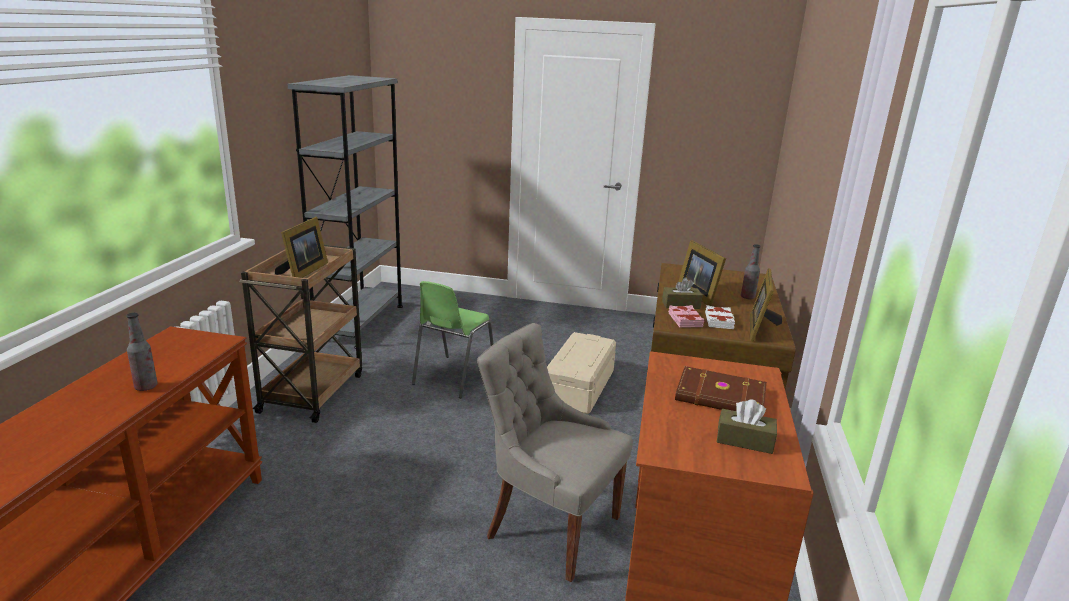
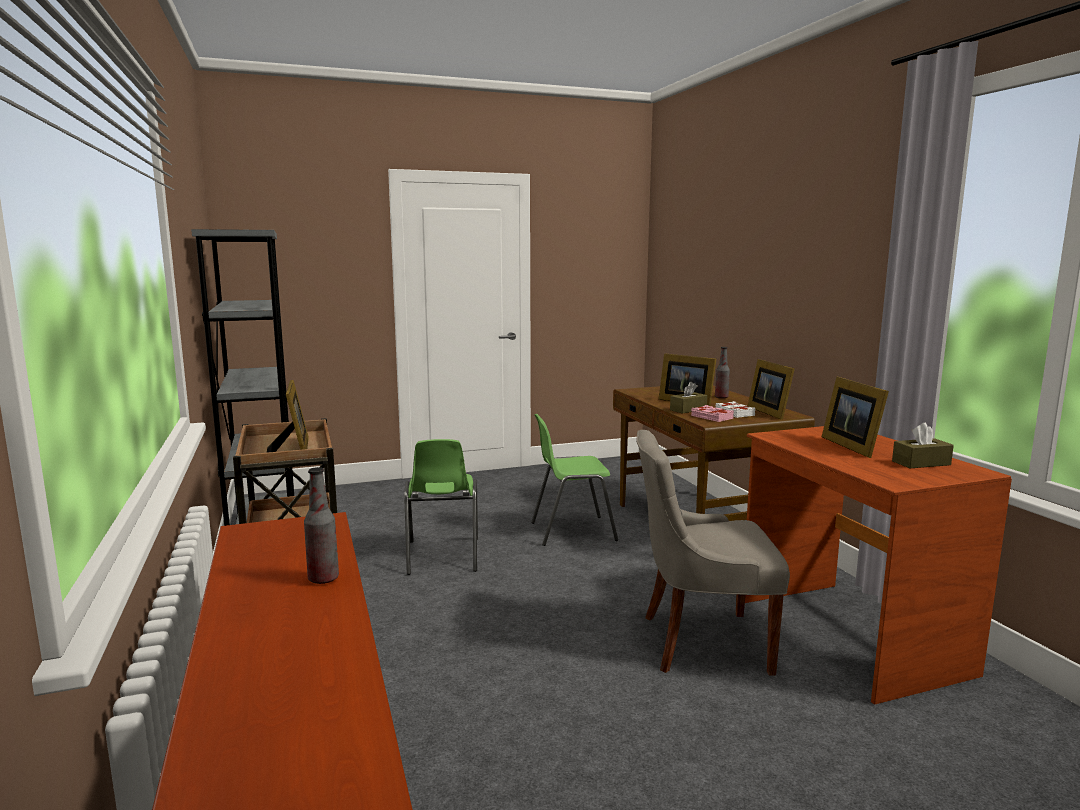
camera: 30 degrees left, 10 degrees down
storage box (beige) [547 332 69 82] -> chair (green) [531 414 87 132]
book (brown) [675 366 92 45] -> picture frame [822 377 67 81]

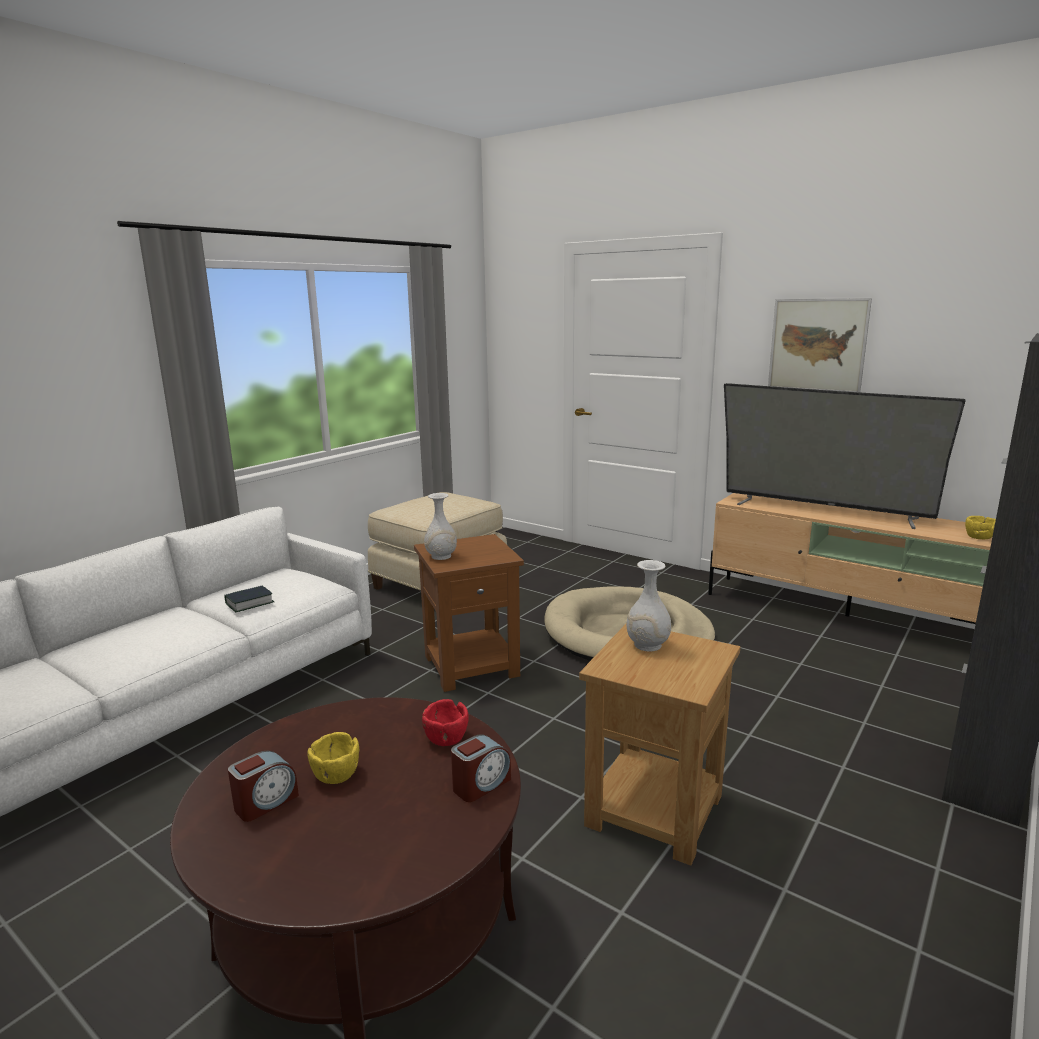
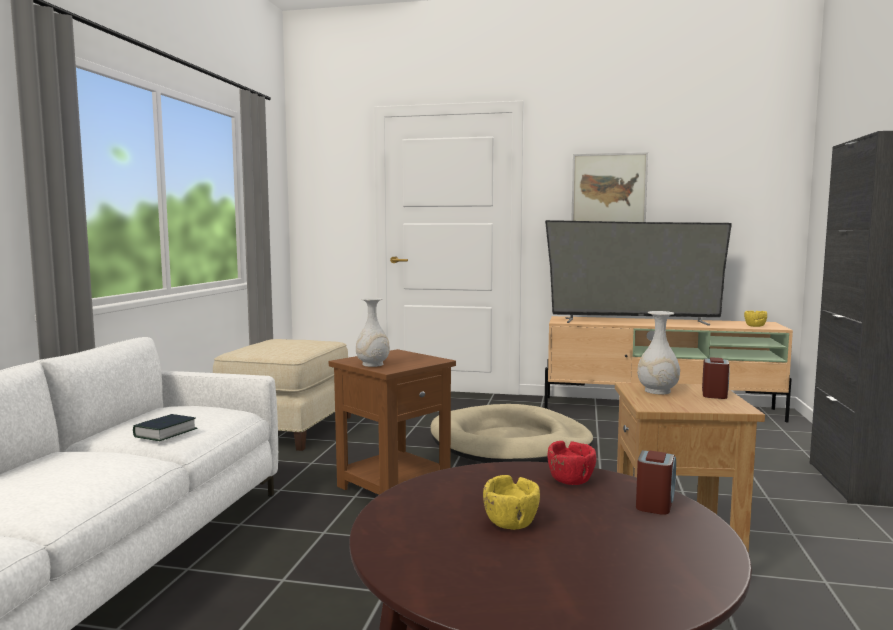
camera: 25 degrees left, 10 degrees down
alarm clock [228 751 71 71] -> alarm clock [702 357 27 42], move

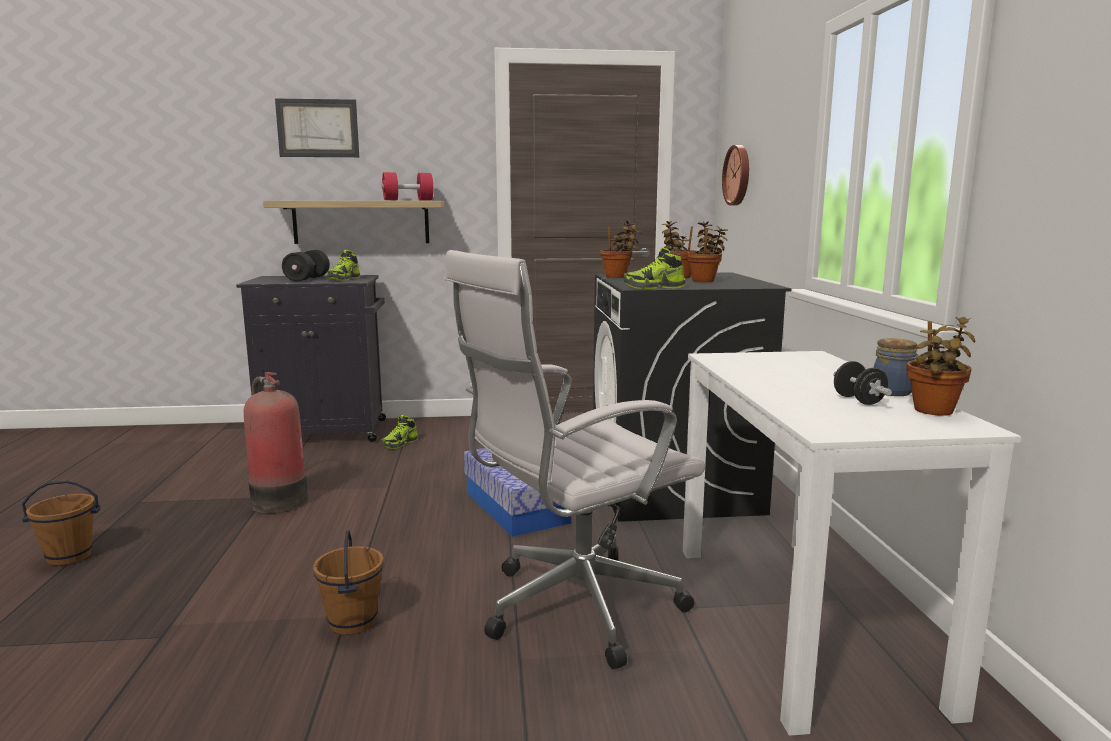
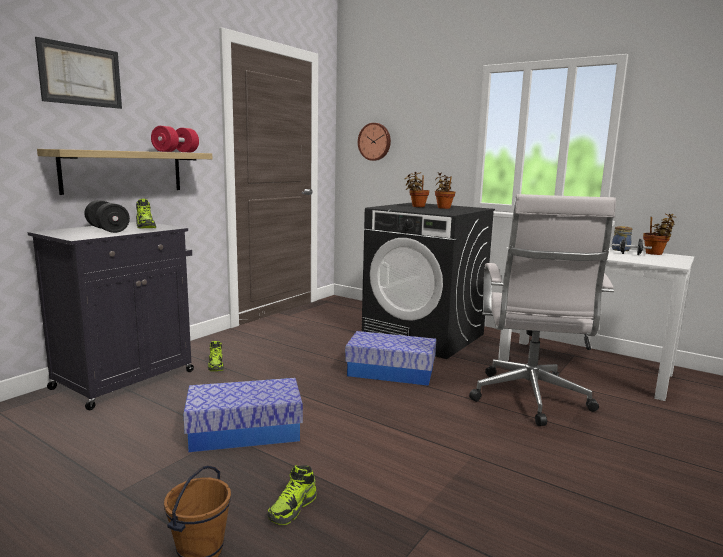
camera: 50 degrees left, 0 degrees up
fire extinguisher [244 372 64 142] -> storage box [183 378 120 74]
bucket (brown) [313 530 71 105] -> none
potted plant [600 221 42 57] -> none
shoe [623 247 63 42] -> shoe [268 465 49 60], move

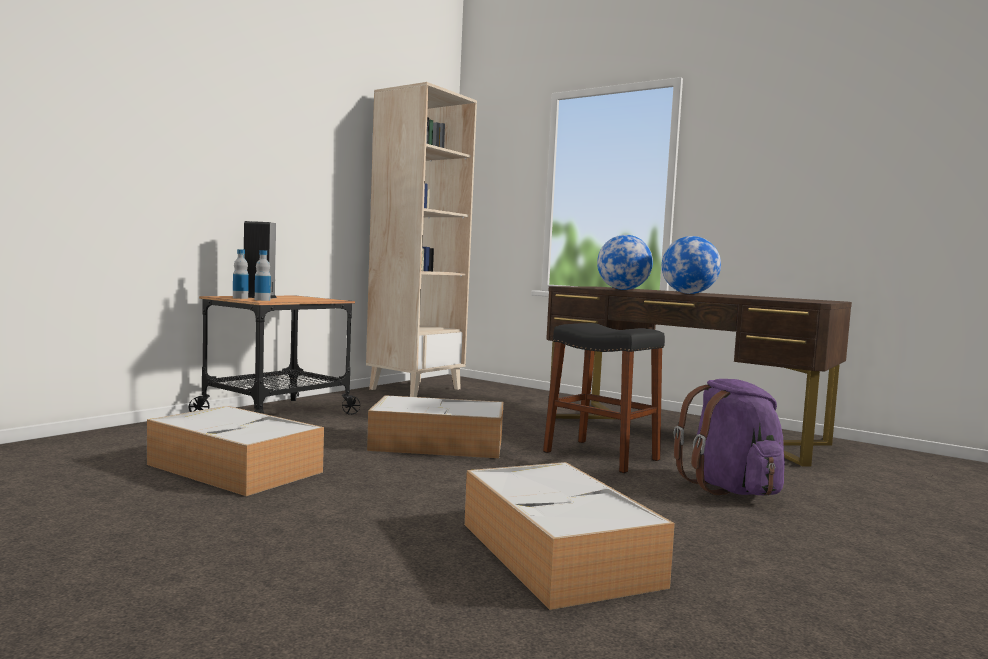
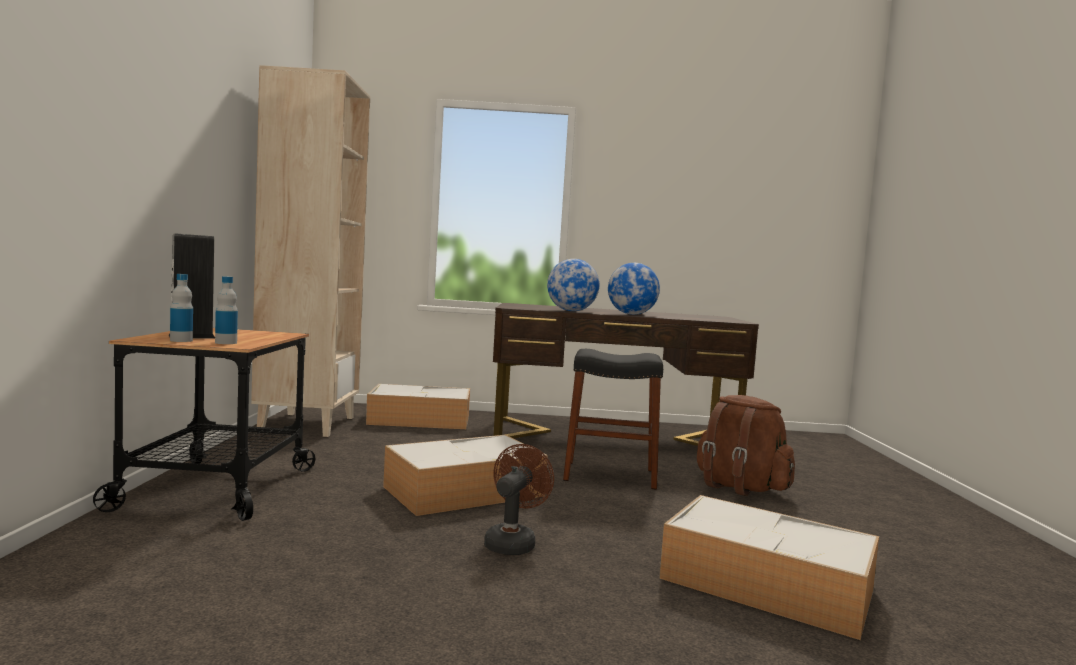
camera: 35 degrees left, 0 degrees up
storage box [147 406 177 90] -> storage box [366 384 104 45], move
backpack (purple) [674 379 111 117] -> backpack (brown) [697 395 98 101]
none -> fan (brown) [484 444 70 111]

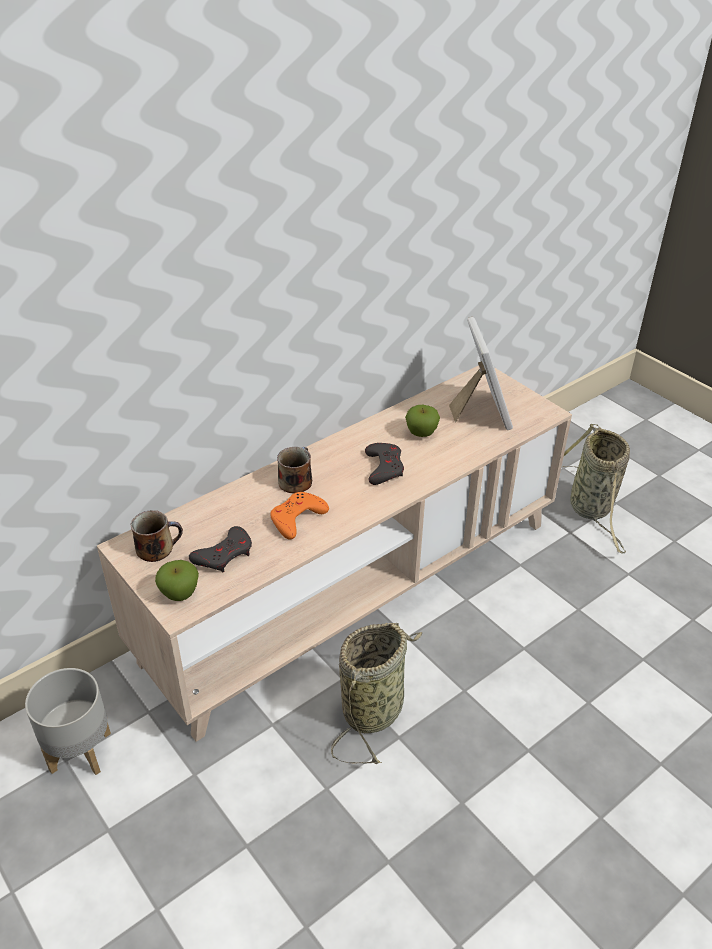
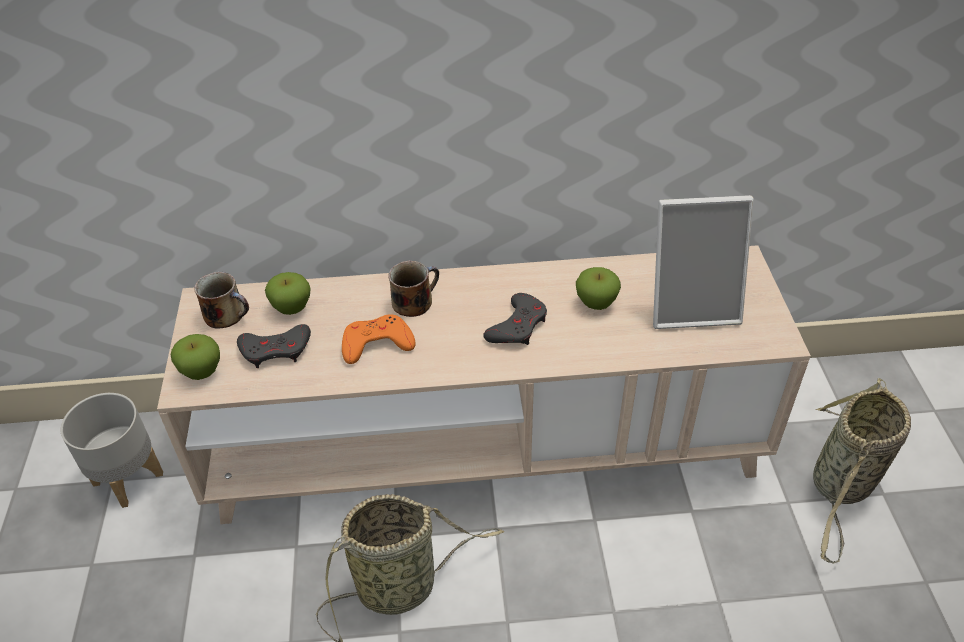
camera: 35 degrees right, 5 degrees up
picture frame [449 317 64 113] -> picture frame [653 195 101 134], 60 degrees clockwise
none -> apple [265 272 46 43]

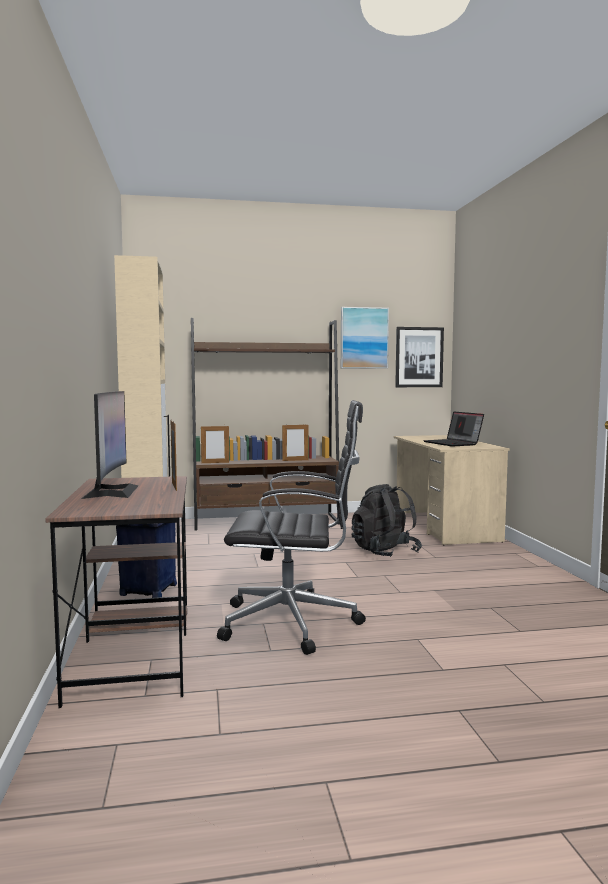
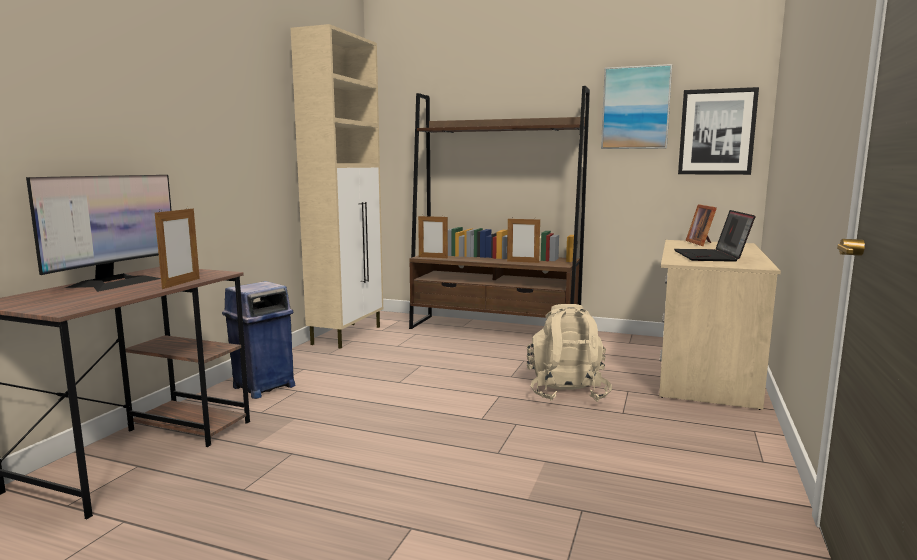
camera: 30 degrees right, 5 degrees up
office chair (black) [217 400 149 255] -> none
backpack (black) [352 484 70 73] -> backpack (beige) [526 304 86 98]
none -> picture frame [686 204 31 42]

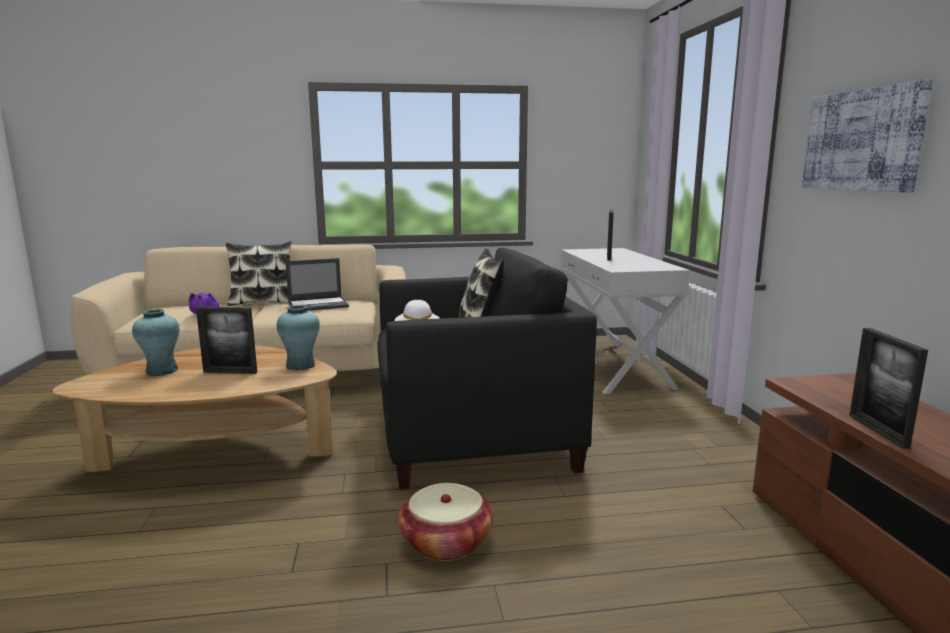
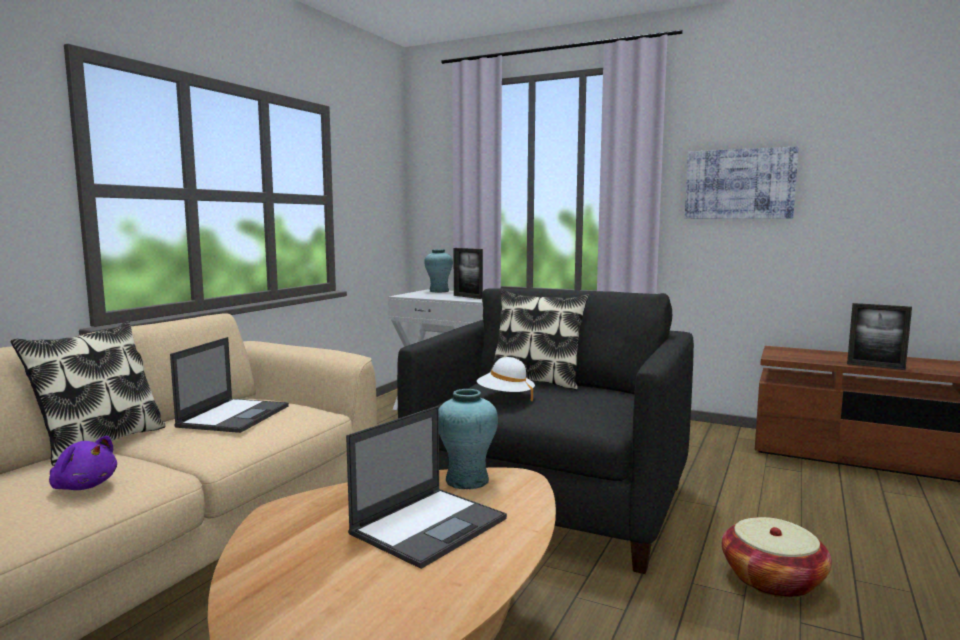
camera: 55 degrees left, 5 degrees down
vase (turquoise) [132 309 48 67] -> vase (turquoise) [424 249 29 43], move
picture frame [196 306 61 68] -> laptop [346 406 161 163]

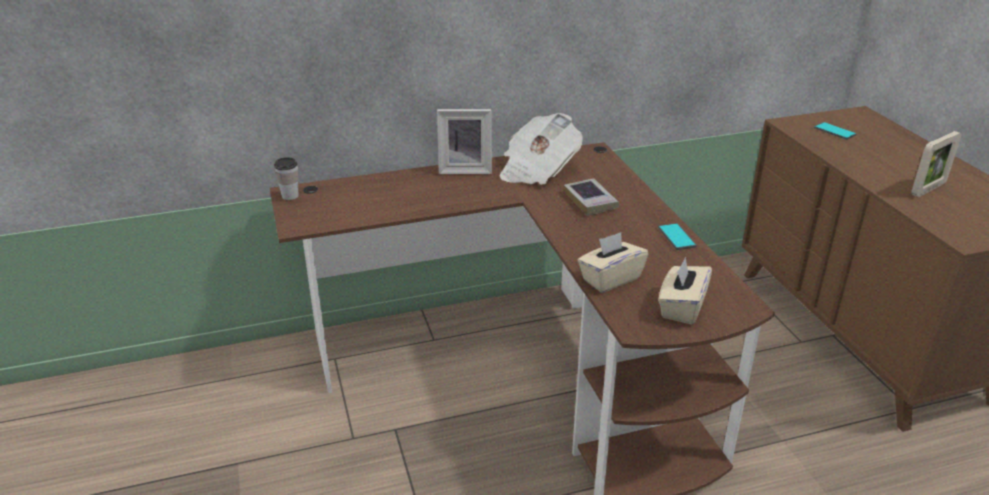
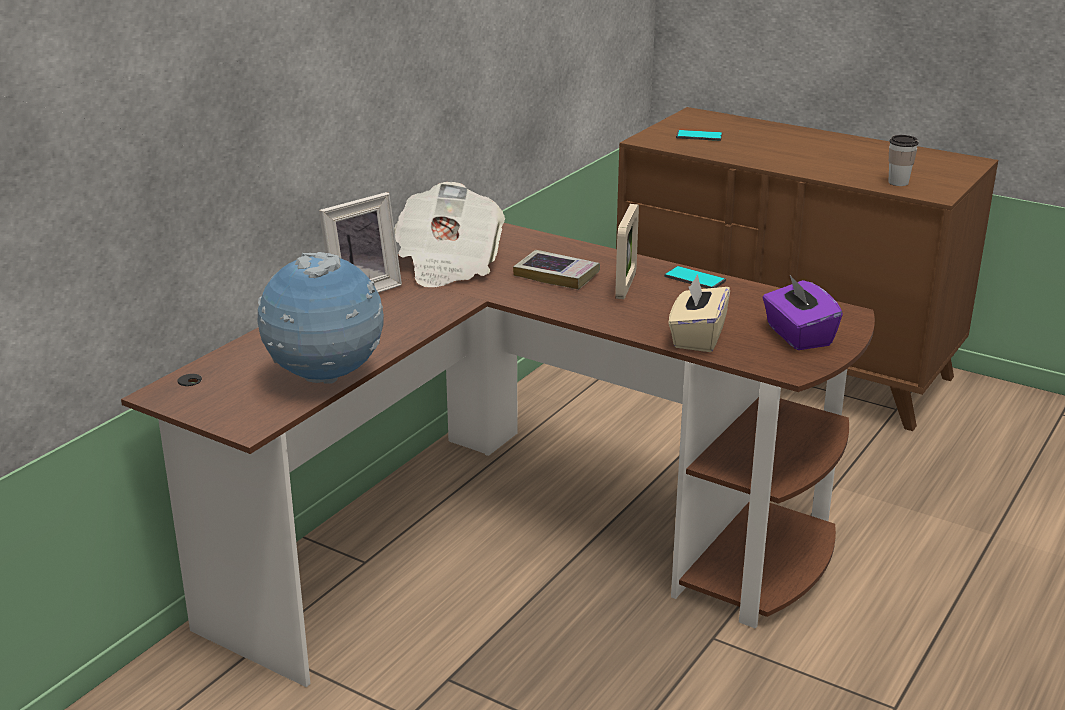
camera: 40 degrees left, 5 degrees down
cup [274 157 25 43] -> cup [888 135 31 51], move
tissue box (beige) [658 257 54 67] -> tissue box (purple) [763 275 80 75]
picture frame [911 131 51 66] -> picture frame [615 204 24 95], move
none -> globe [258 252 126 132]

